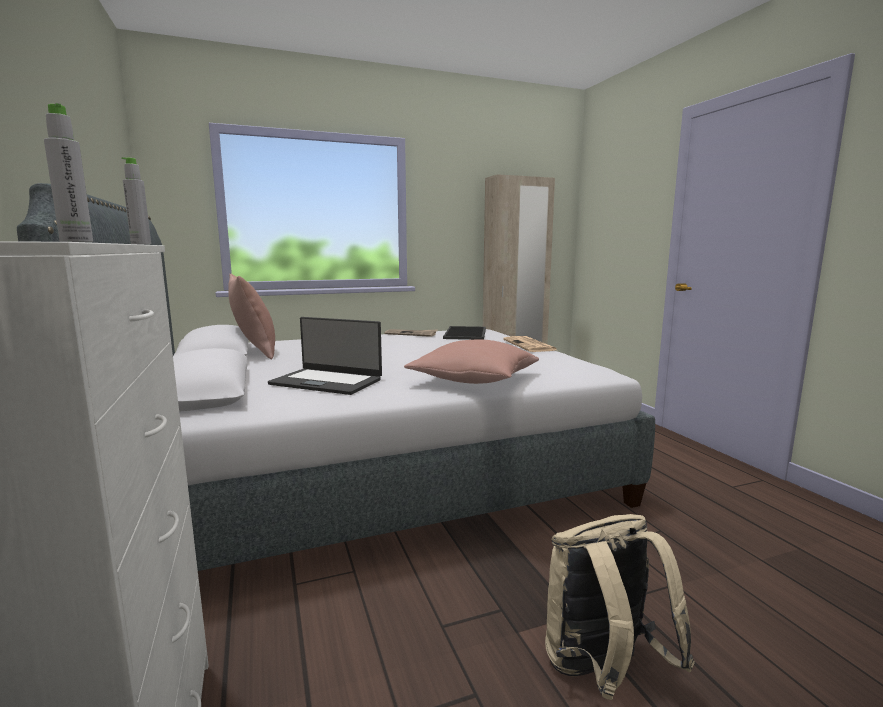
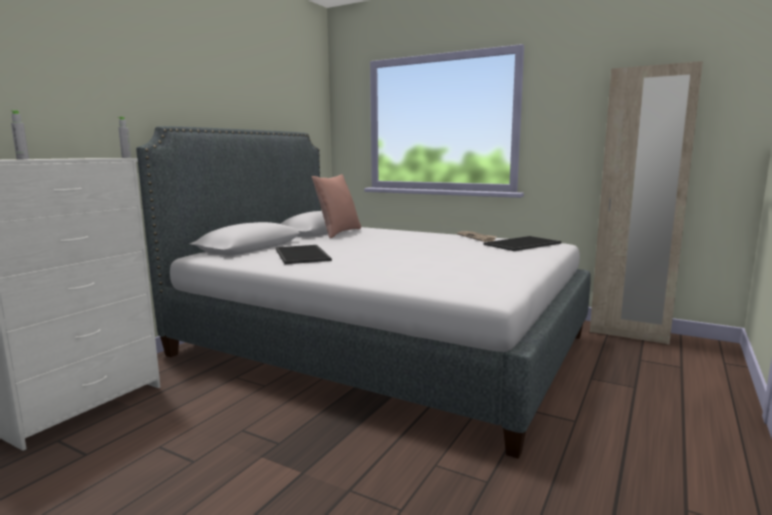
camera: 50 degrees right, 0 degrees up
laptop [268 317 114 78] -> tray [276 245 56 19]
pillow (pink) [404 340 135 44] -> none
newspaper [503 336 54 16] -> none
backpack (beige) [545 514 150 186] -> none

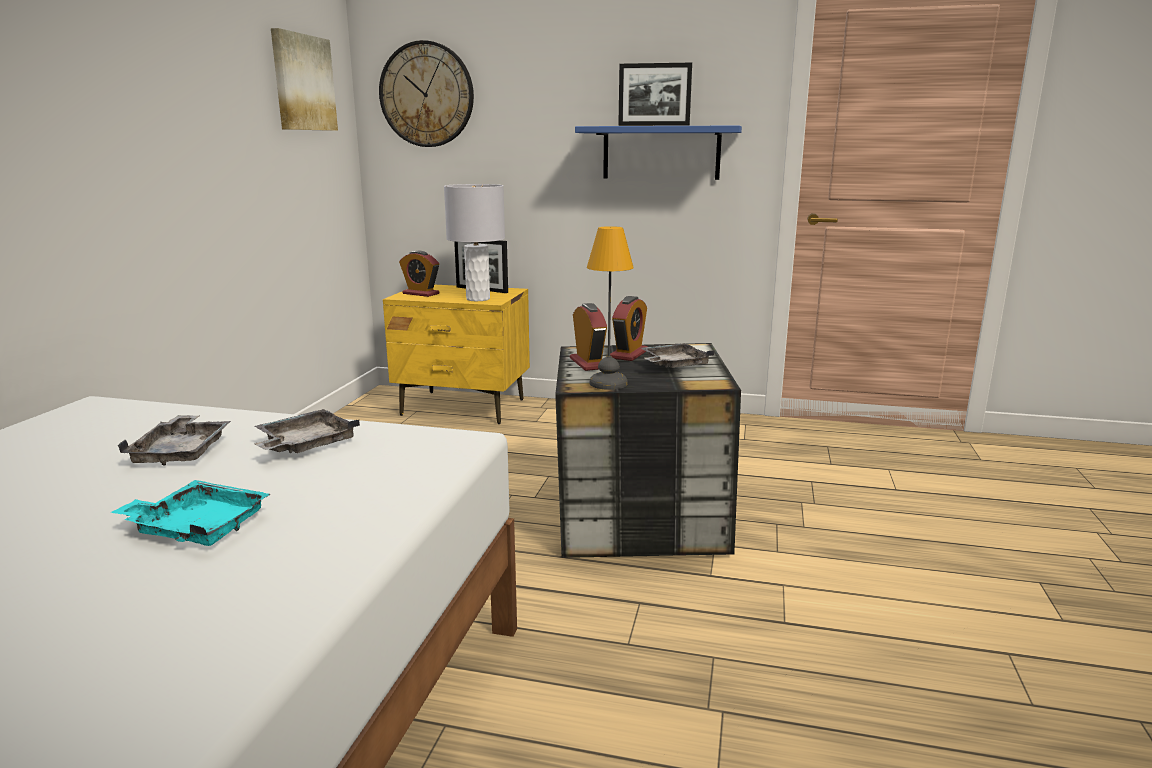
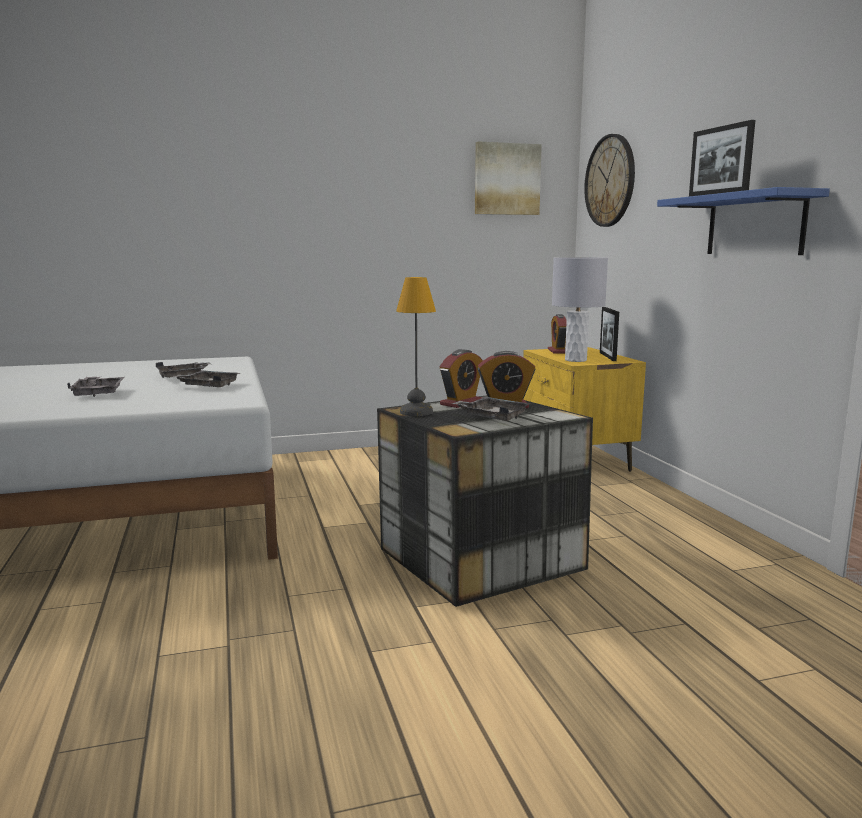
camera: 60 degrees right, 5 degrees down
tray (turquoise) [111 480 159 66] -> tray (grey) [67 377 57 20]

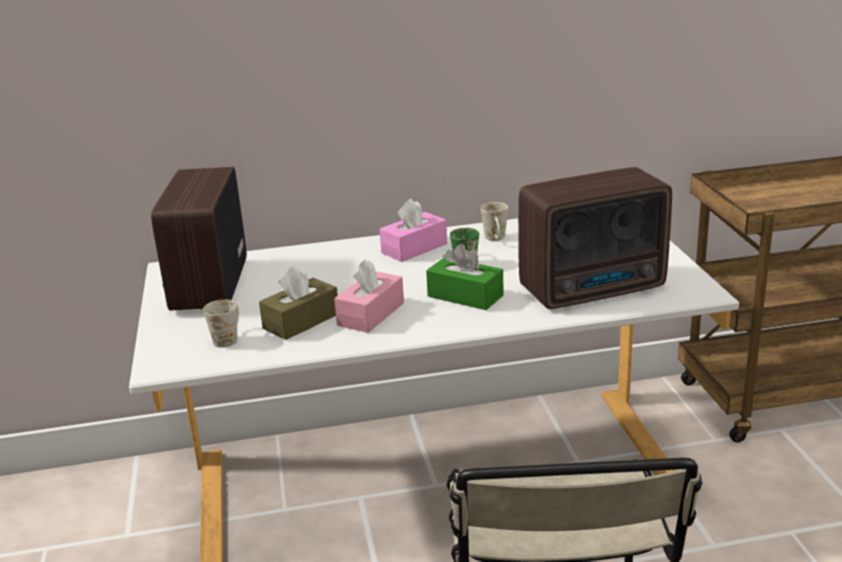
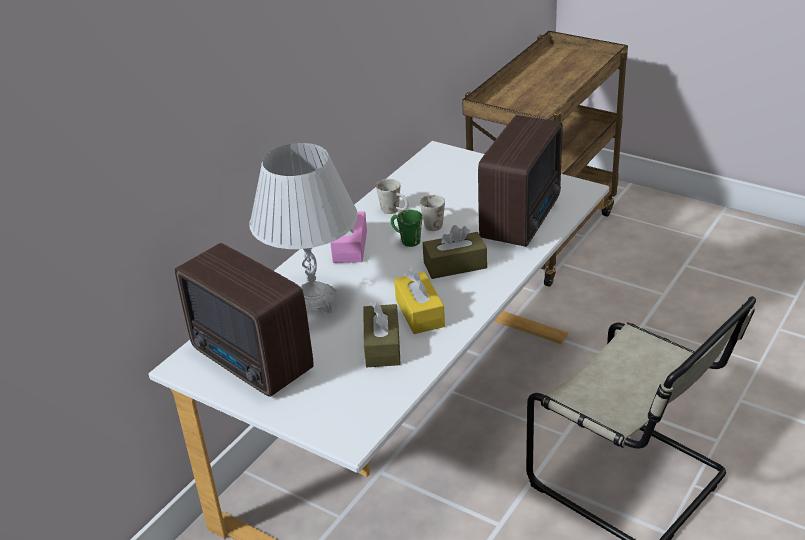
camera: 45 degrees left, 10 degrees up
mug (white) [203 300 36 48] -> mug (white) [420 195 25 36], move
tissue box (pink) [334 259 70 74] -> tissue box (yellow) [394 270 51 64]
tissue box (green) [426 244 78 66] -> tissue box (brown) [423 225 64 54]
none -> table lamp (white) [250 143 108 170]

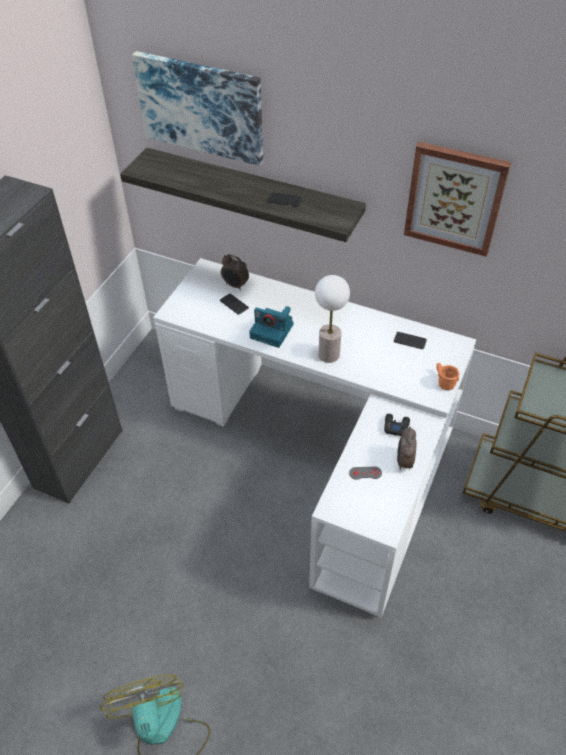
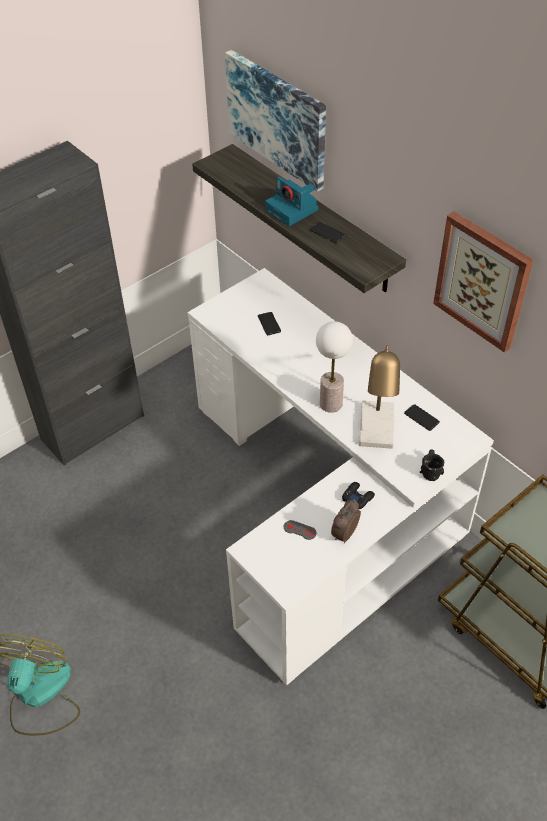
camera: 25 degrees right, 0 degrees up
alarm clock [221 254 28 37] -> none
photo camera [249 306 44 42] -> photo camera [265 176 53 50], move
mug (orange) [436 363 24 27] -> mug (black) [420 449 24 32]
none -> table lamp [359 345 41 104]

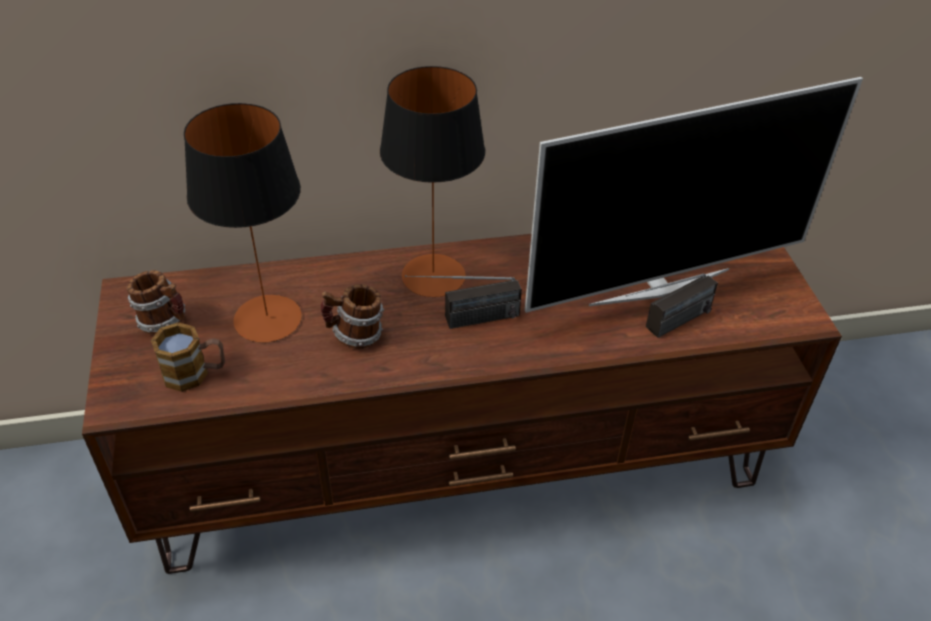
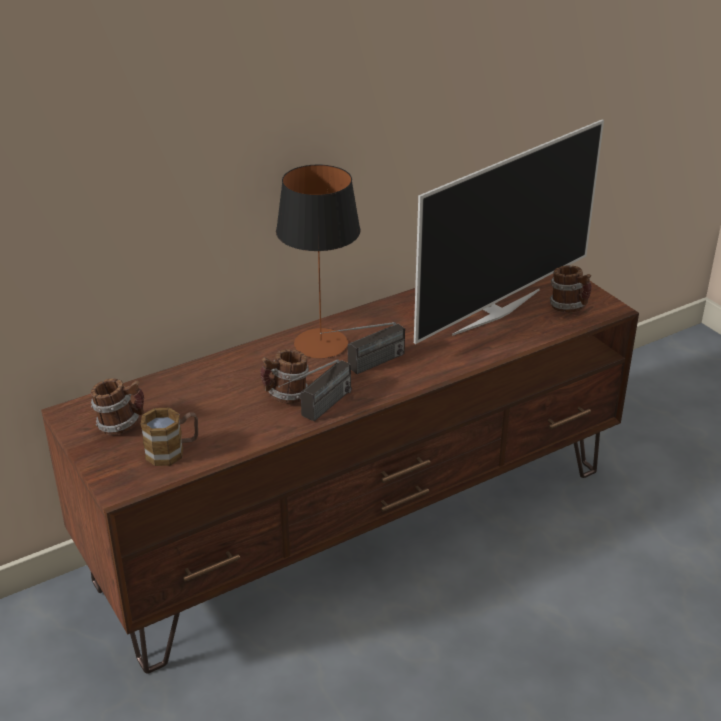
camera: 20 degrees left, 10 degrees down
table lamp [184 103 118 239] -> none
radio [625 273 93 65] -> radio [278 360 74 61], move
none -> mug [550 265 42 48]

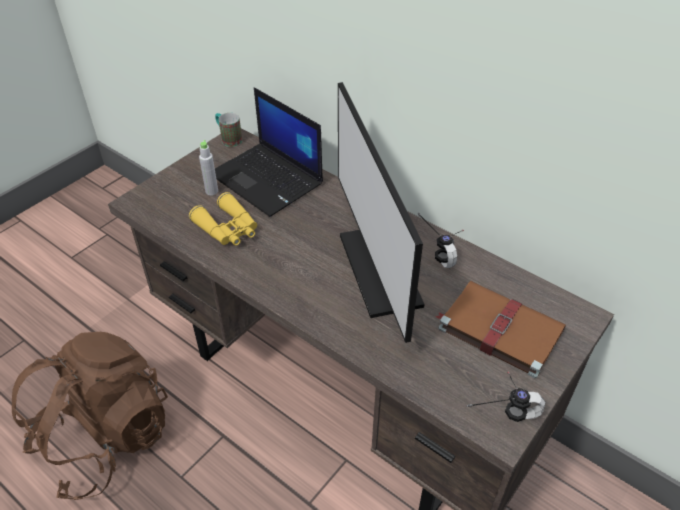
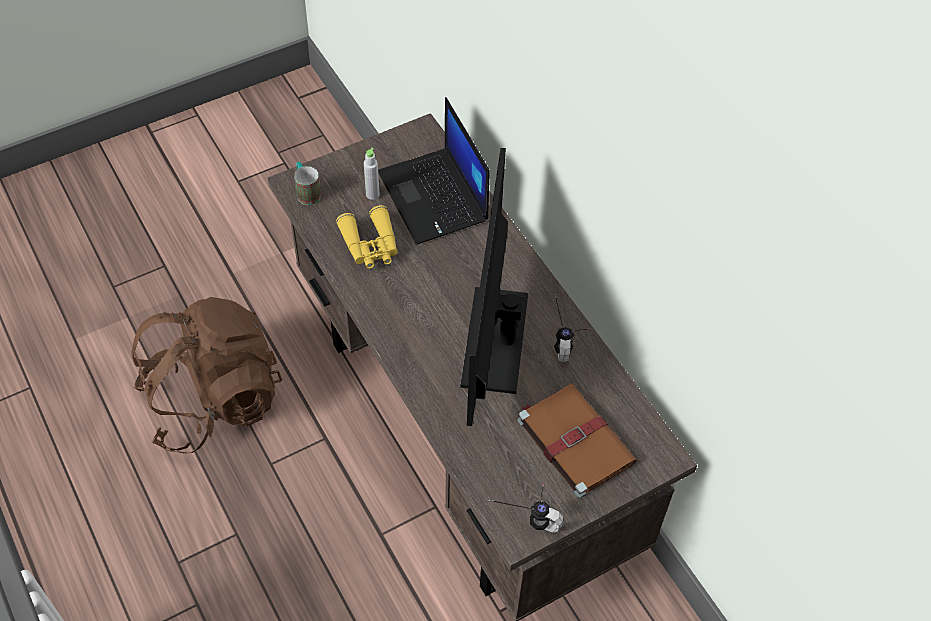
camera: 20 degrees right, 10 degrees up
mug [215 113 27 34] -> mug [294 162 27 43], move

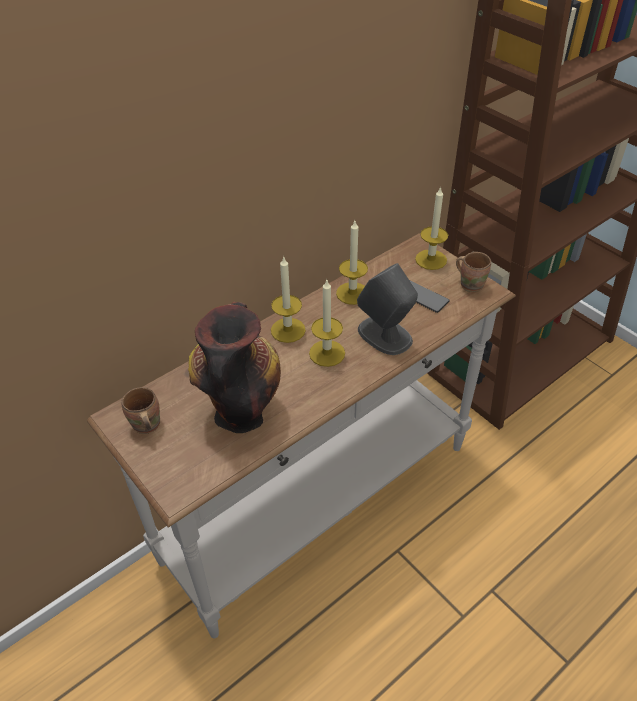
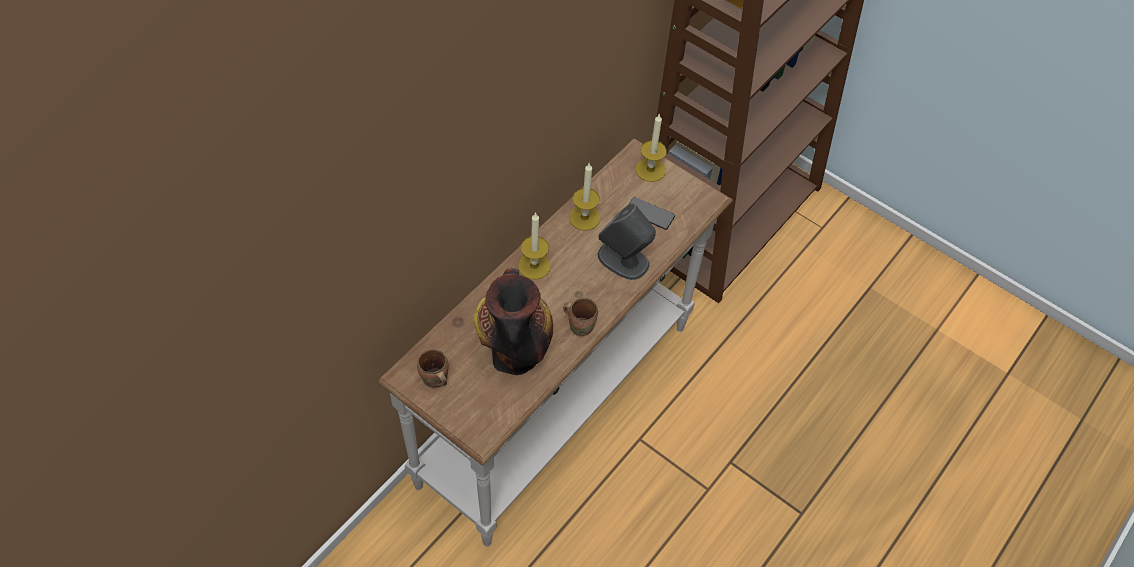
camera: 15 degrees left, 10 degrees up
candle [309 280 36 87] -> none
mug (brown) [456 252 35 40] -> mug (brown) [563 298 35 38], move

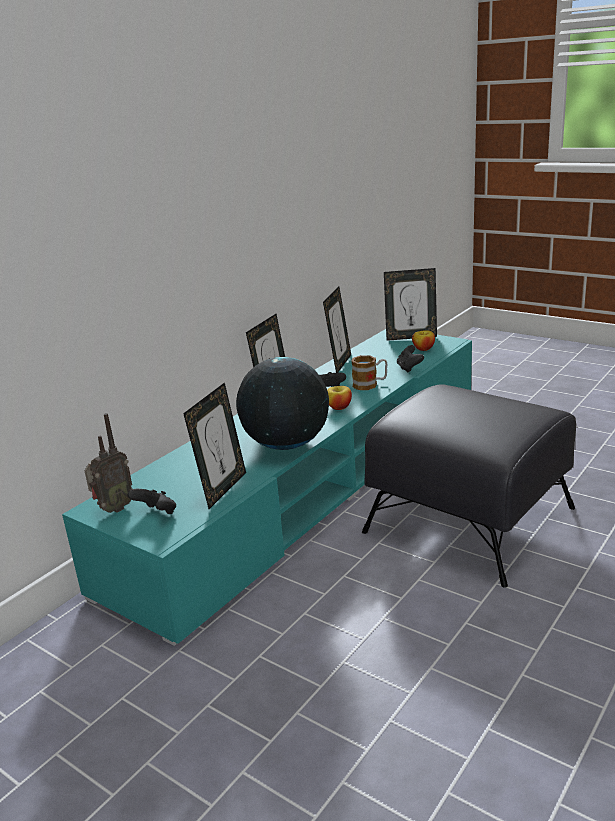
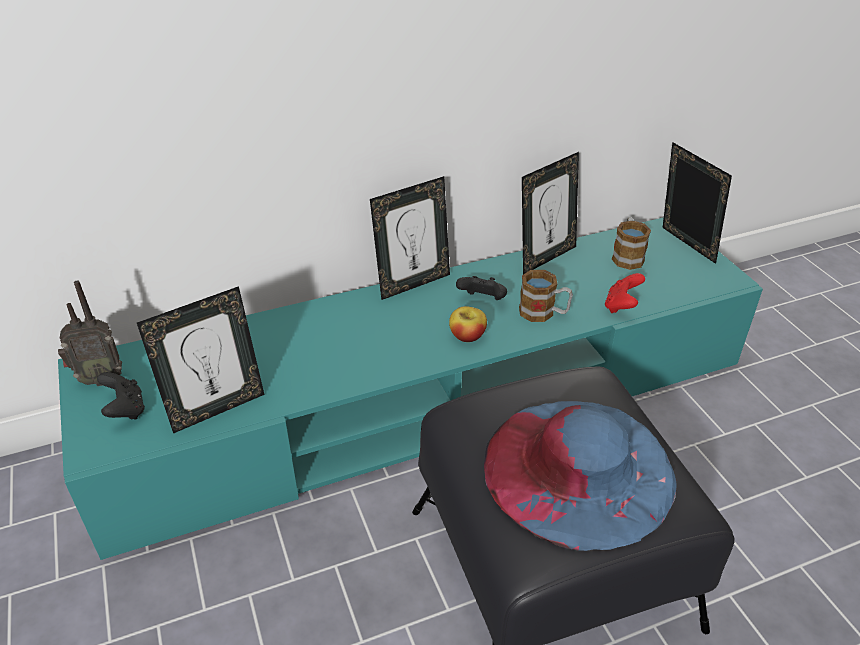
camera: 30 degrees right, 15 degrees up
globe [236 357 93 93] -> none
picture frame [384 268 53 73] -> picture frame [663 142 69 122], 150 degrees counterclockwise
game controller (black) [397 345 27 28] -> game controller (red) [605 273 40 40]
apple [412 330 23 21] -> none
none -> hat (blue) [484 401 193 150]
none -> mug [612 217 39 53]

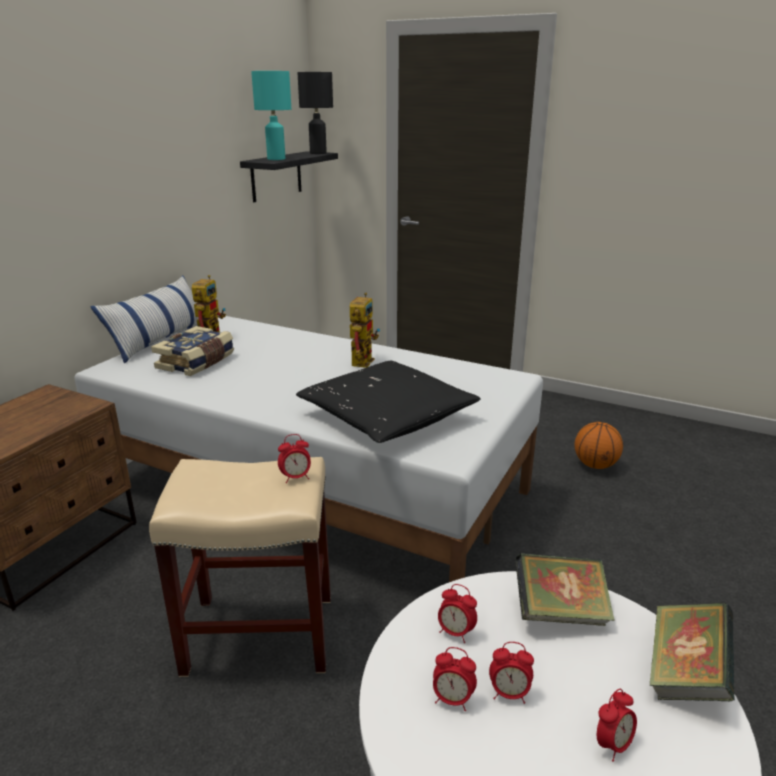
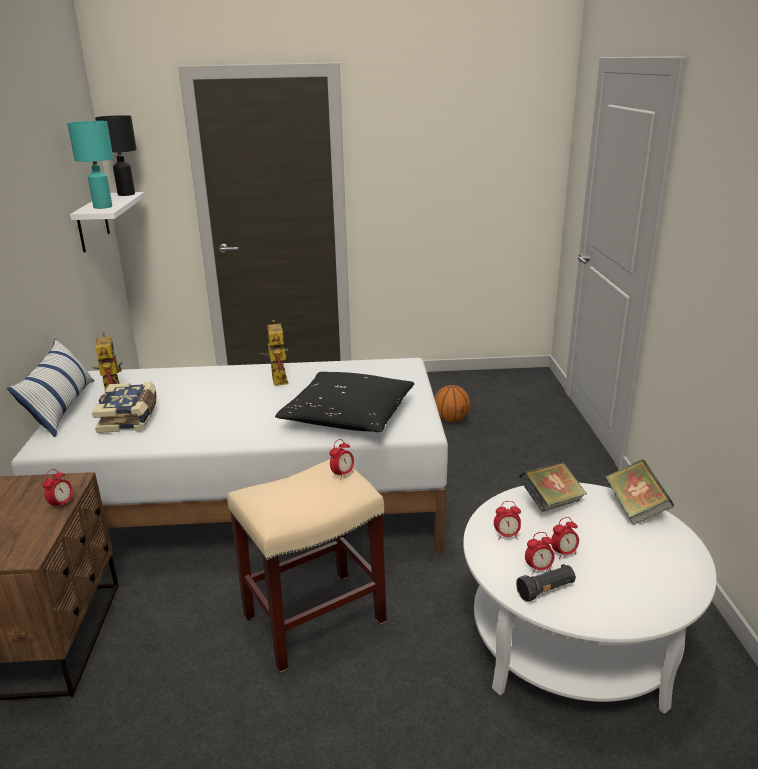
camera: 30 degrees left, 0 degrees up
shelf (black) [240 151 98 51] -> shelf (white) [70 192 75 61]
alarm clock [597 689 40 73] -> alarm clock [43 469 31 37], move
none -> flashlight (black) [516 564 60 38]

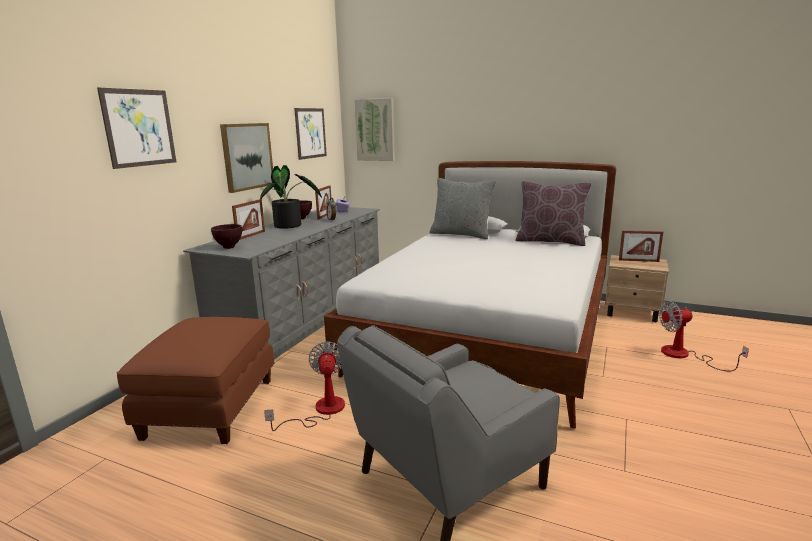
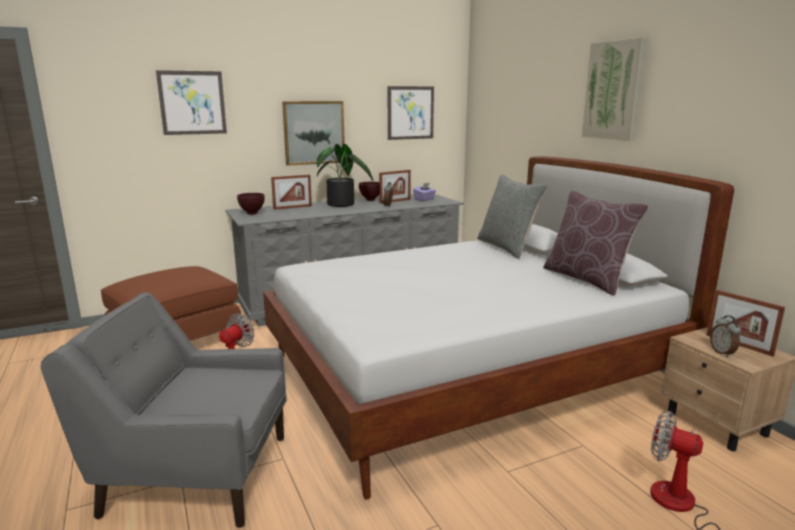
camera: 40 degrees right, 0 degrees up
picture [355 98 40 63] -> picture [582 37 65 104], move
none -> alarm clock [710 315 31 42]

